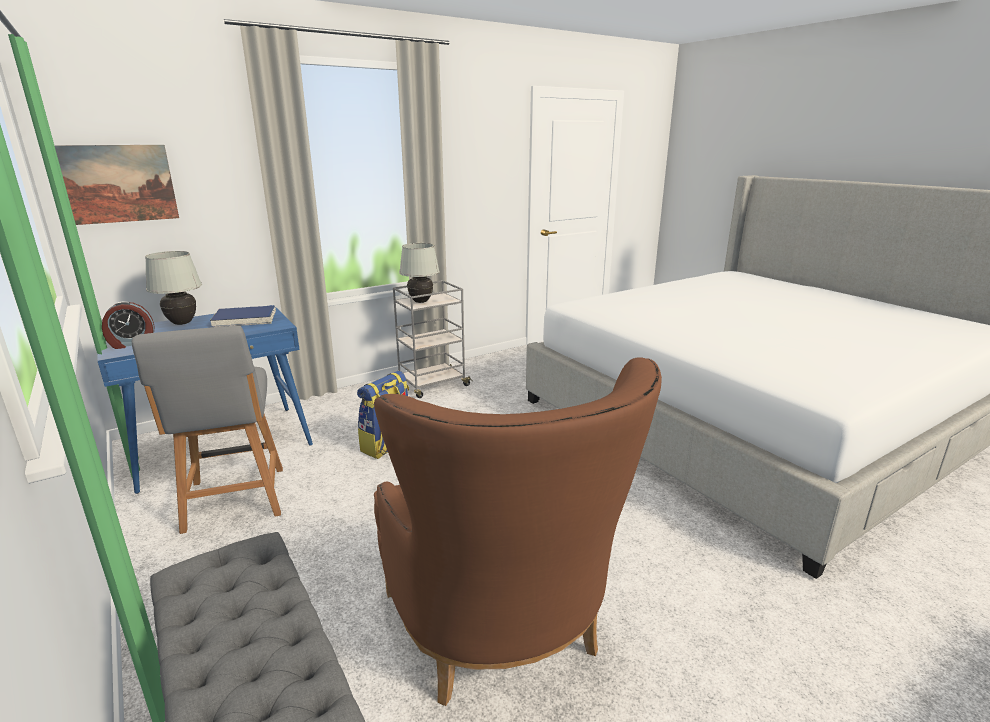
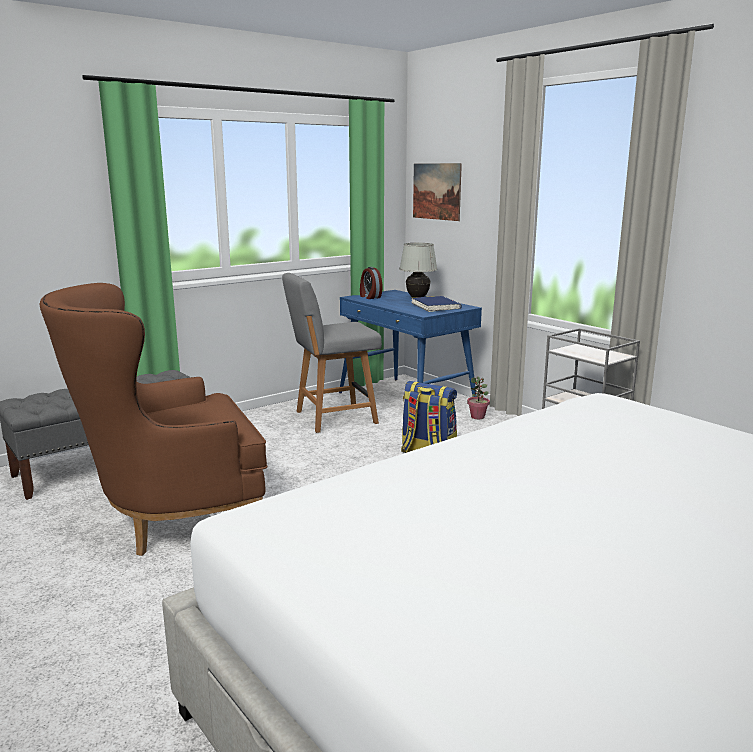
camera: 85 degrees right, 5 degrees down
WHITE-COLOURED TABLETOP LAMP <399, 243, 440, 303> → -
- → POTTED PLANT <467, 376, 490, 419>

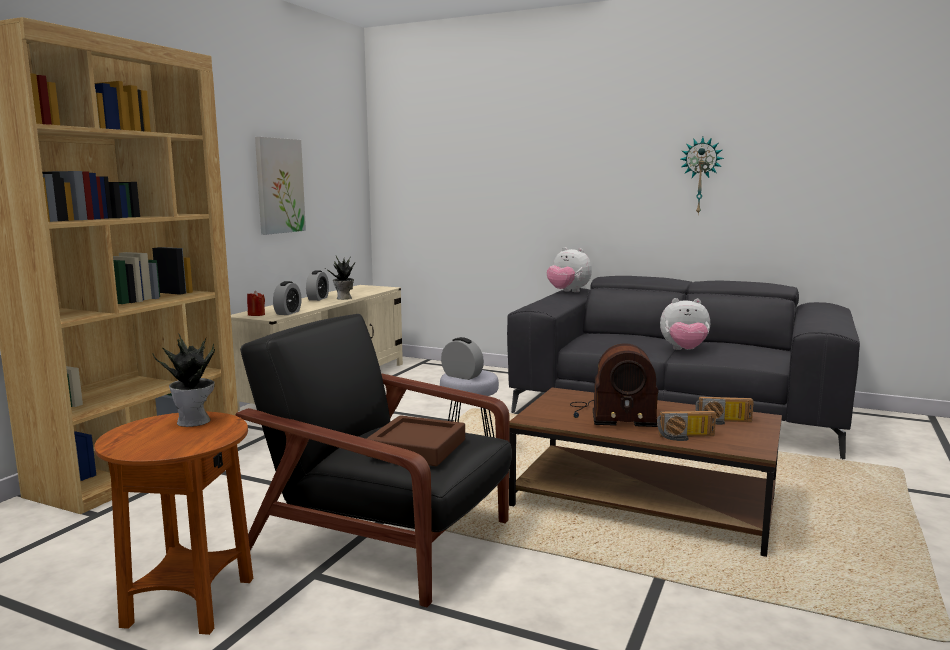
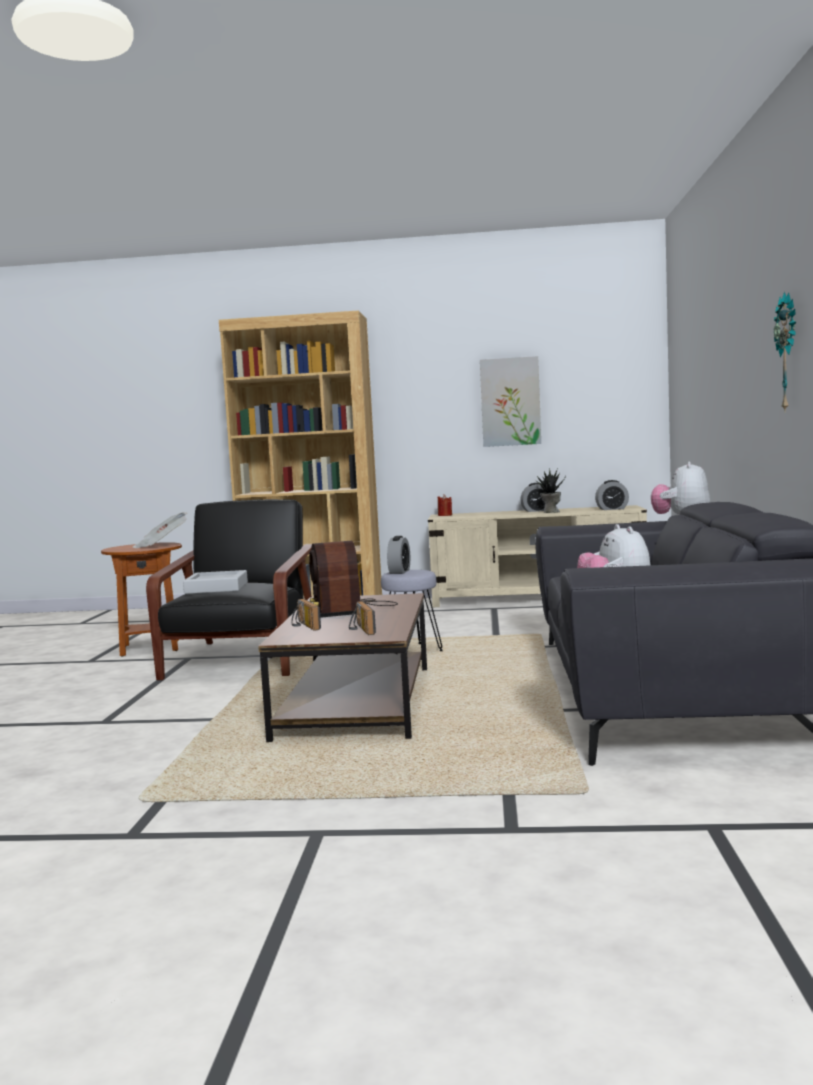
camera: 70 degrees right, 5 degrees down
TABLE CLOCK <273, 281, 301, 315> → TABLE CLOCK <595, 480, 629, 510>, move
POTTED PLANT <153, 333, 215, 427> → DAILY PAPER <133, 512, 187, 548>
BROWN TRAY <366, 415, 465, 466> → GREY TRAY <183, 570, 248, 594>

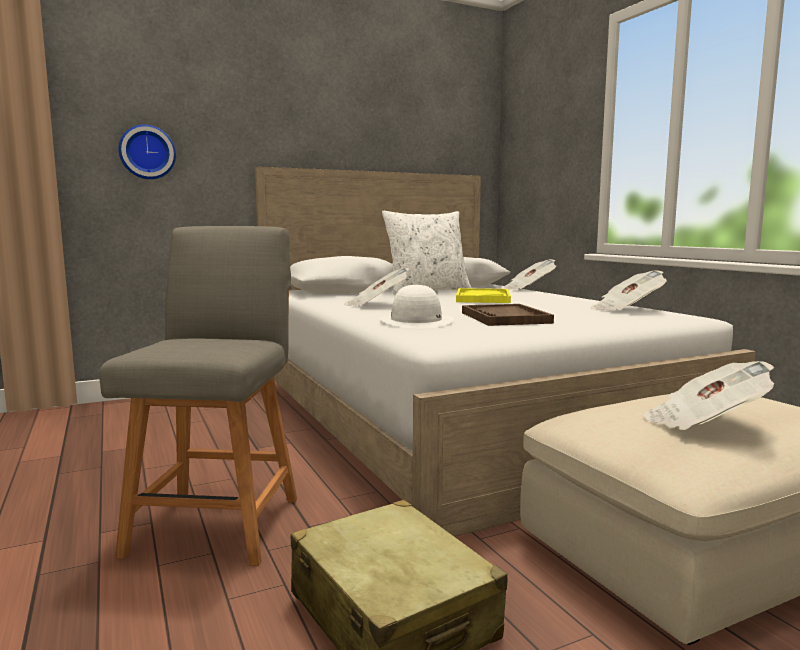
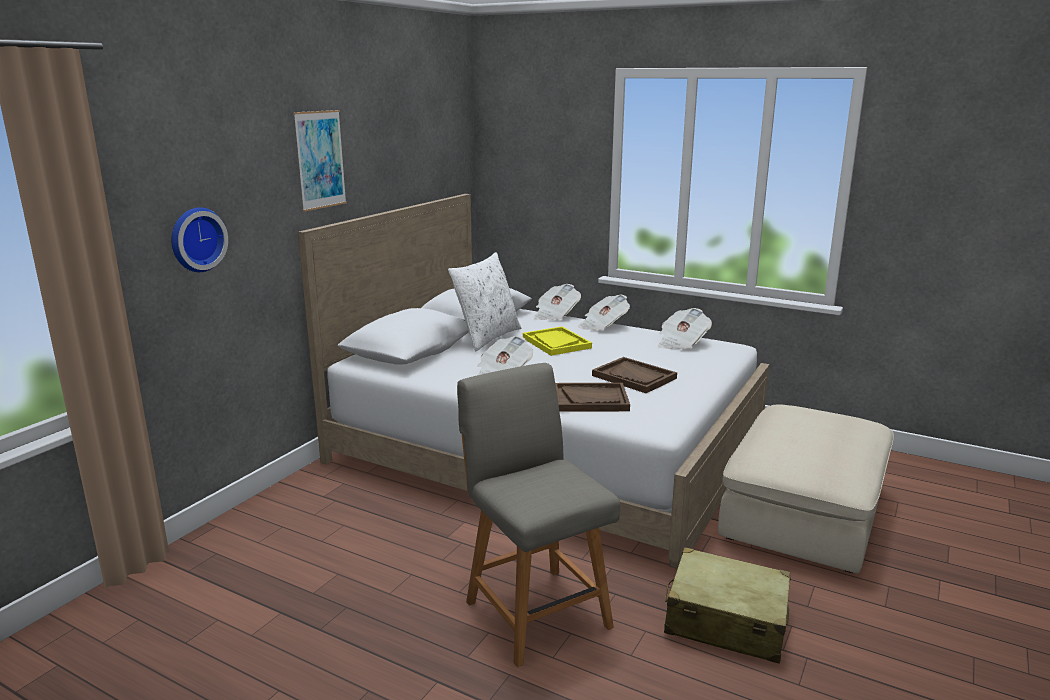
camera: 35 degrees left, 10 degrees up
WHITE-COLOURED CLOTHING HAT <380, 285, 454, 328> → BROWN TRAY <555, 383, 630, 412>
DAILY PAPER <643, 361, 774, 430> → DAILY PAPER <578, 295, 630, 331>, move
- → PICTURE <293, 110, 347, 212>

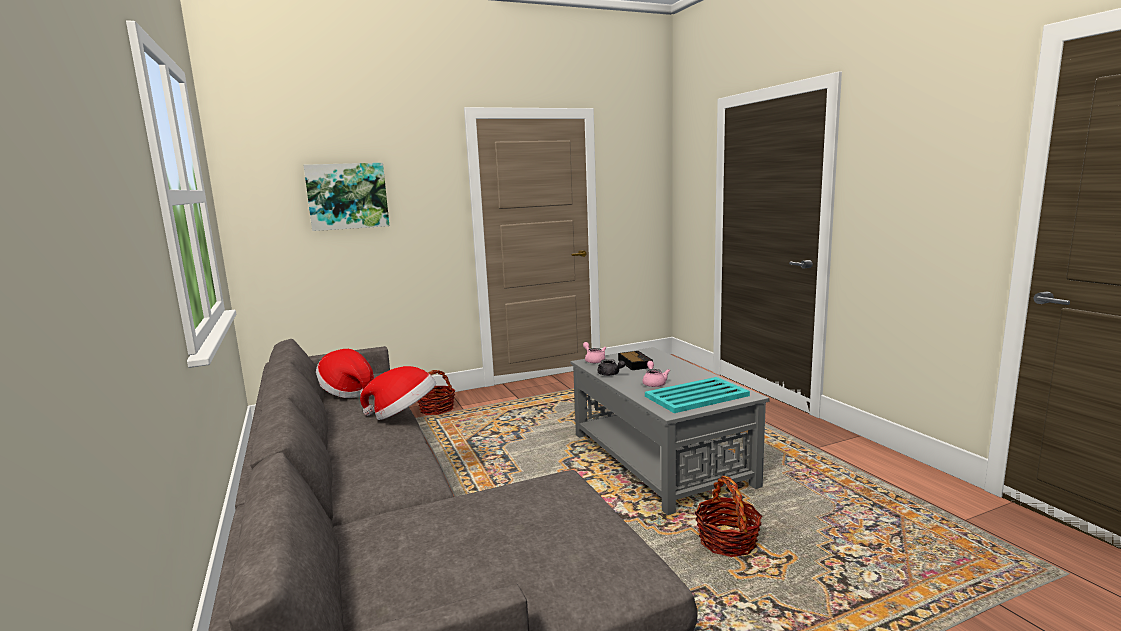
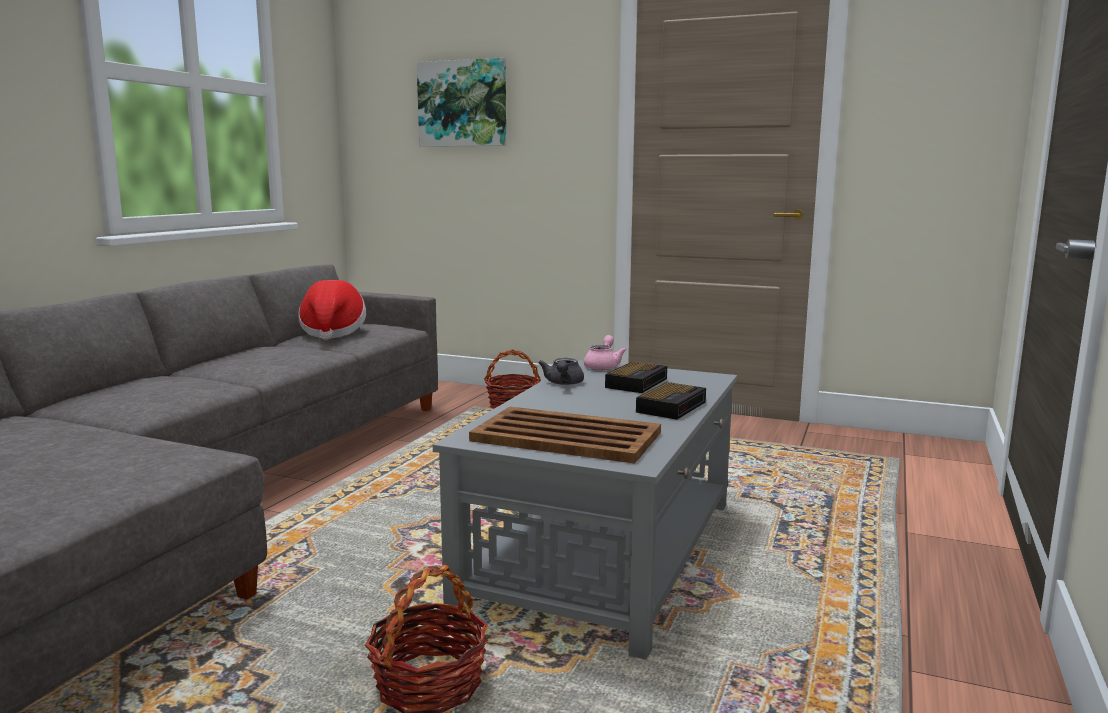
camera: 45 degrees right, 0 degrees up
PINK POT FOR TEA <642, 361, 670, 387> → -
CLOTHING HAT <360, 366, 436, 420> → -
BLUE-GREEN TRAY <645, 377, 750, 413> → BROWN TRAY <469, 406, 661, 463>
- → TABLE CLOCK <636, 382, 706, 420>

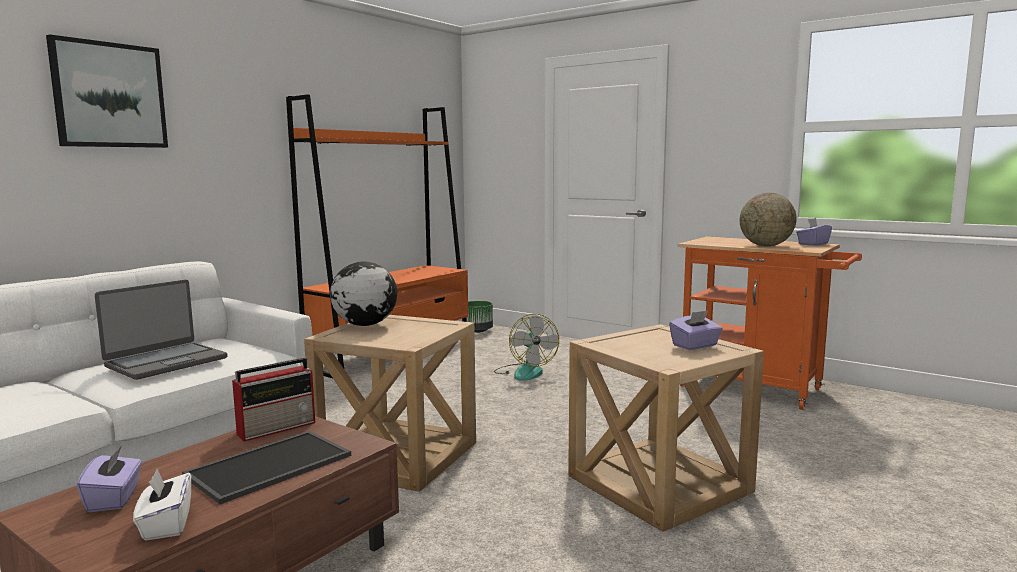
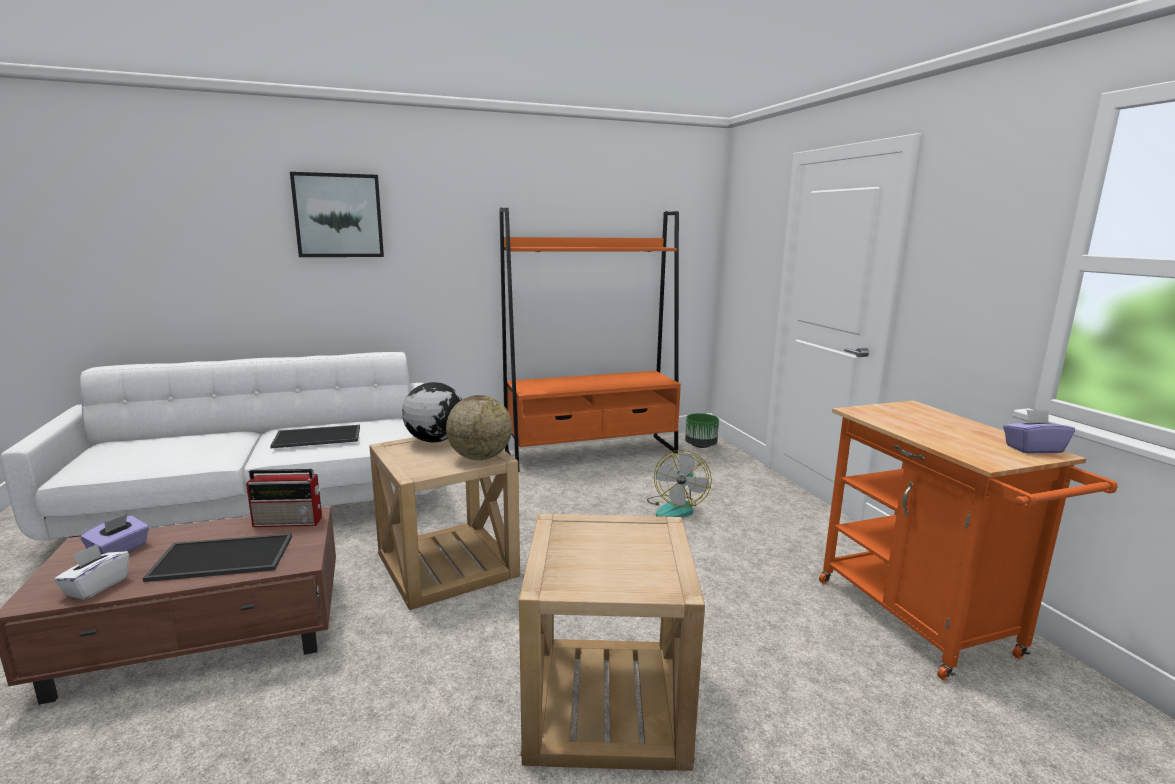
camera: 35 degrees right, 5 degrees up
DESK GLOBE <740, 193, 797, 246> → DESK GLOBE <446, 395, 512, 460>, move
PORTABLE COMPUTER <95, 280, 227, 380> → TRAY <270, 425, 360, 448>
PURPLISH TISSUE HOLDER <669, 311, 723, 350> → -

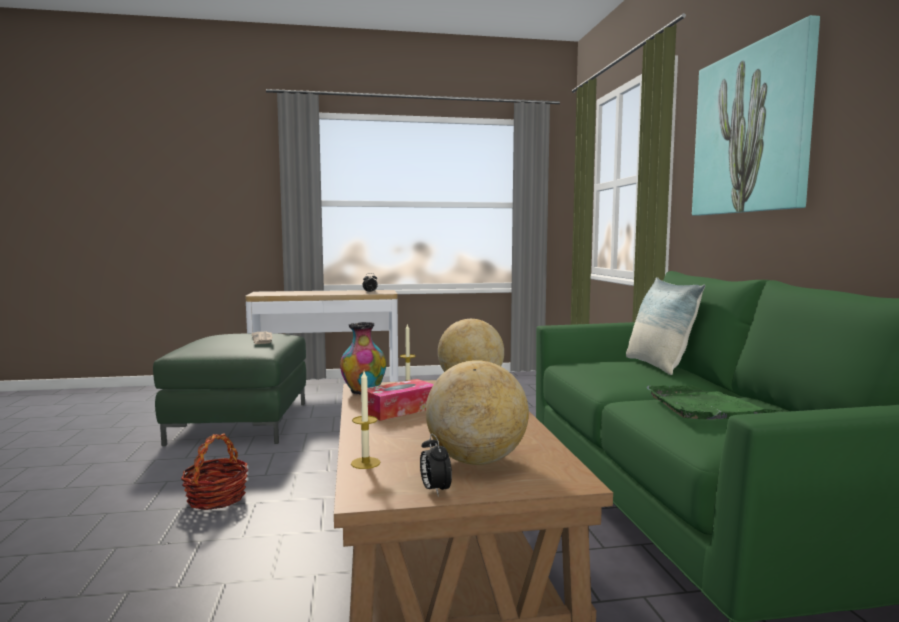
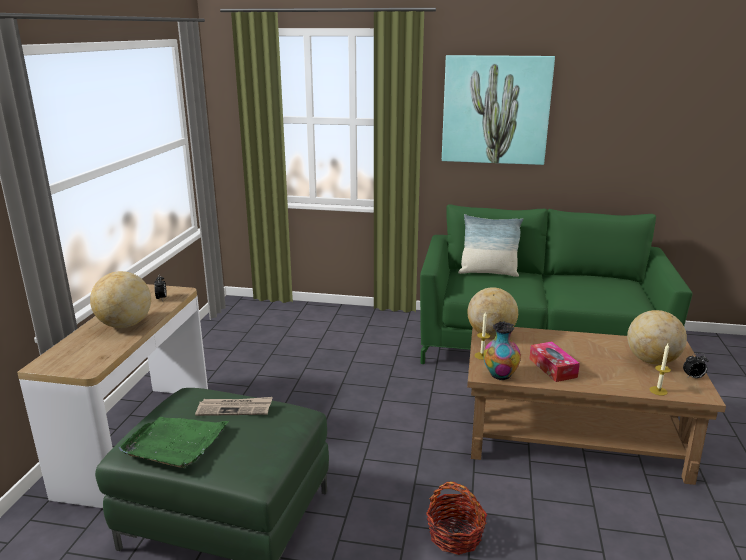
camera: 70 degrees left, 15 degrees up
GREENISH TRAY <646, 385, 780, 420> → GREENISH TRAY <119, 417, 229, 468>, move
- → DESK GLOBE <90, 271, 151, 328>

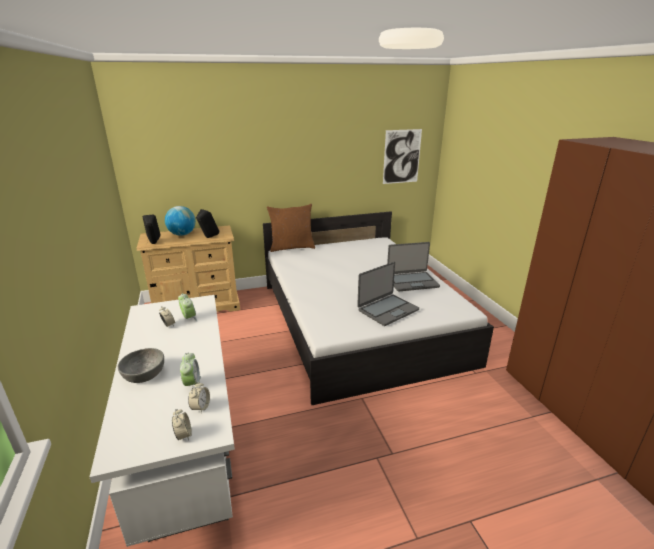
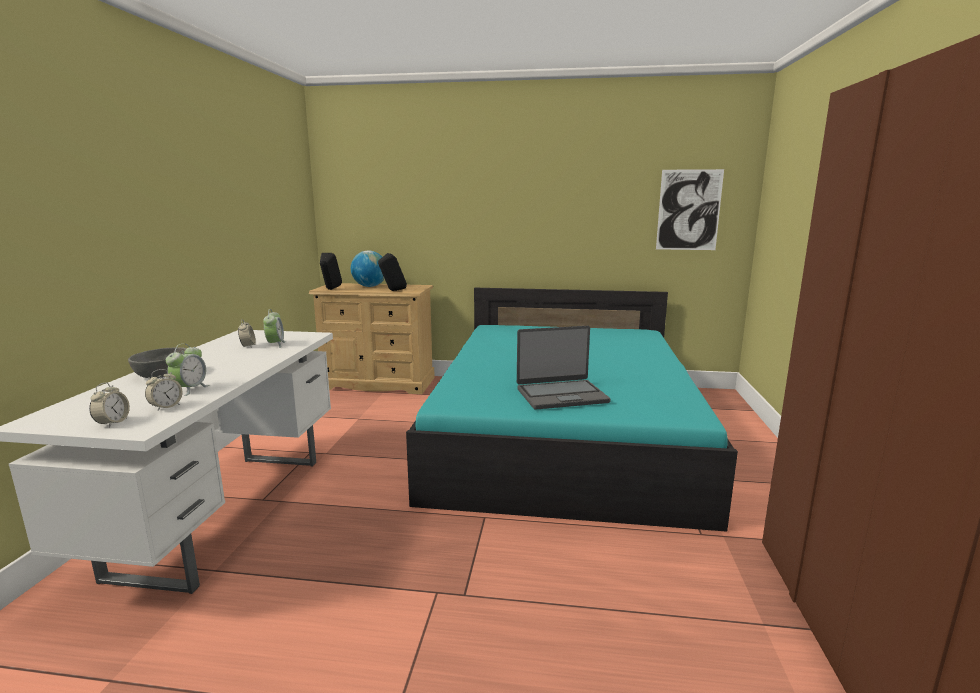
camera: 25 degrees right, 10 degrees down
BROWN PILLOW <267, 204, 315, 252> → -
WHITE-COLOURED SLEEPING BED <263, 211, 494, 405> → BLUE-GREEN SLEEPING BED <406, 288, 738, 532>
PORTABLE COMPUTER <387, 242, 440, 292> → -

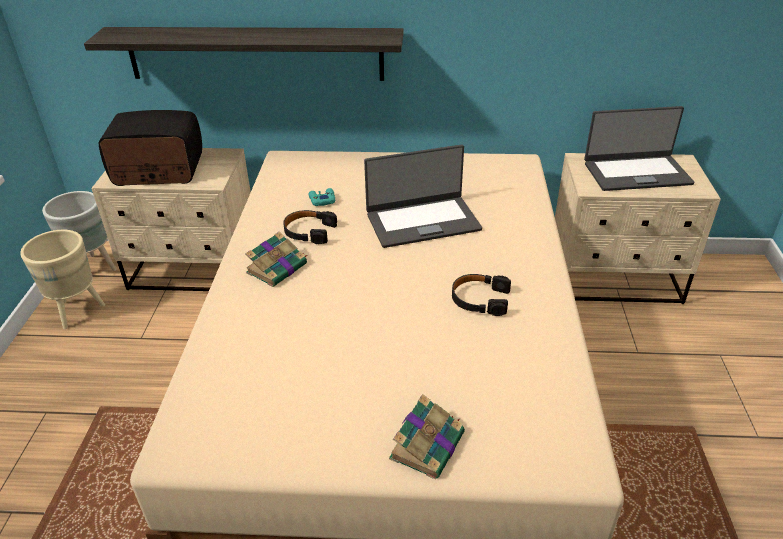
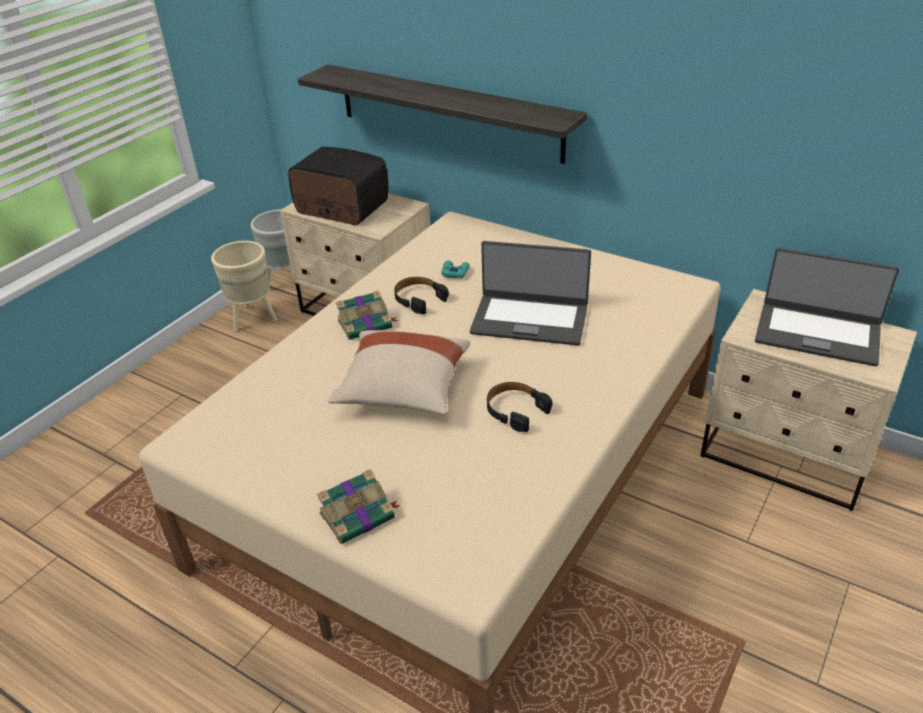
camera: 30 degrees right, 0 degrees up
- → BEIGE-COLOURED PILLOW <328, 330, 470, 415>

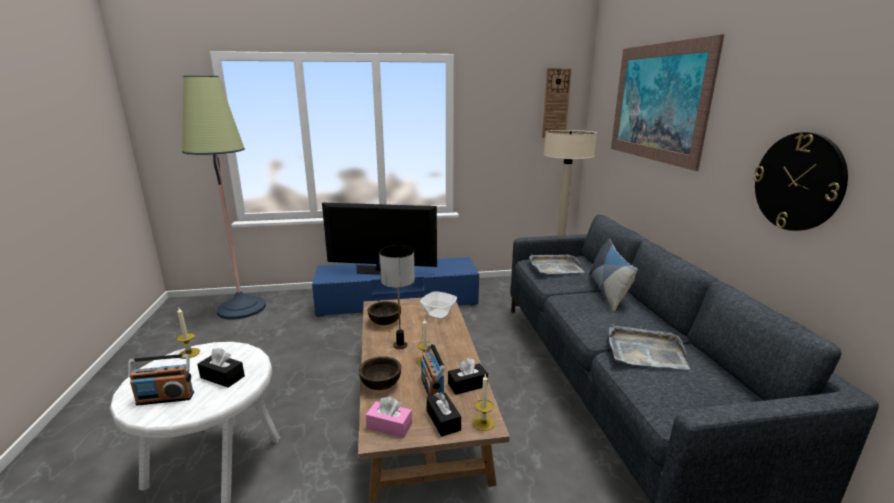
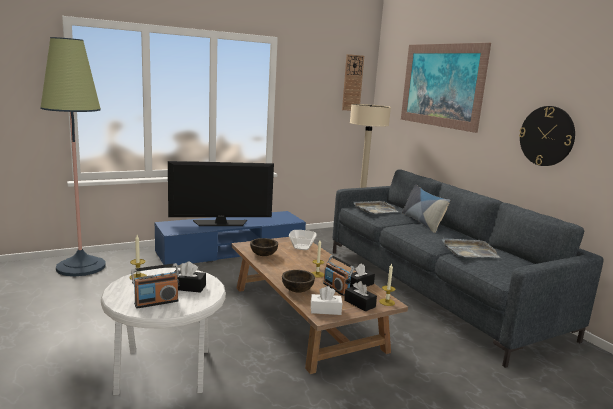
camera: 20 degrees left, 5 degrees down
TABLETOP LAMP <379, 245, 415, 349> → -
PINK TISSUE HOLDER <366, 397, 412, 438> → WHITE-COLOURED TISSUE HOLDER <311, 286, 342, 315>

